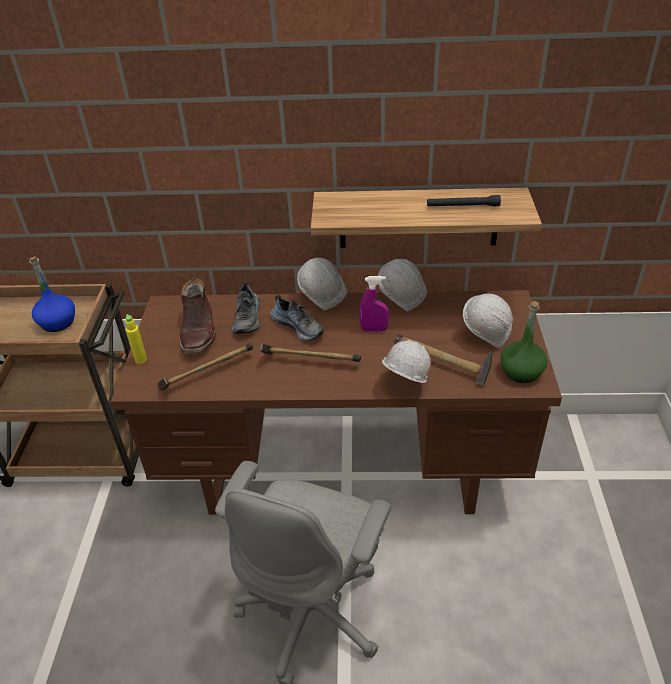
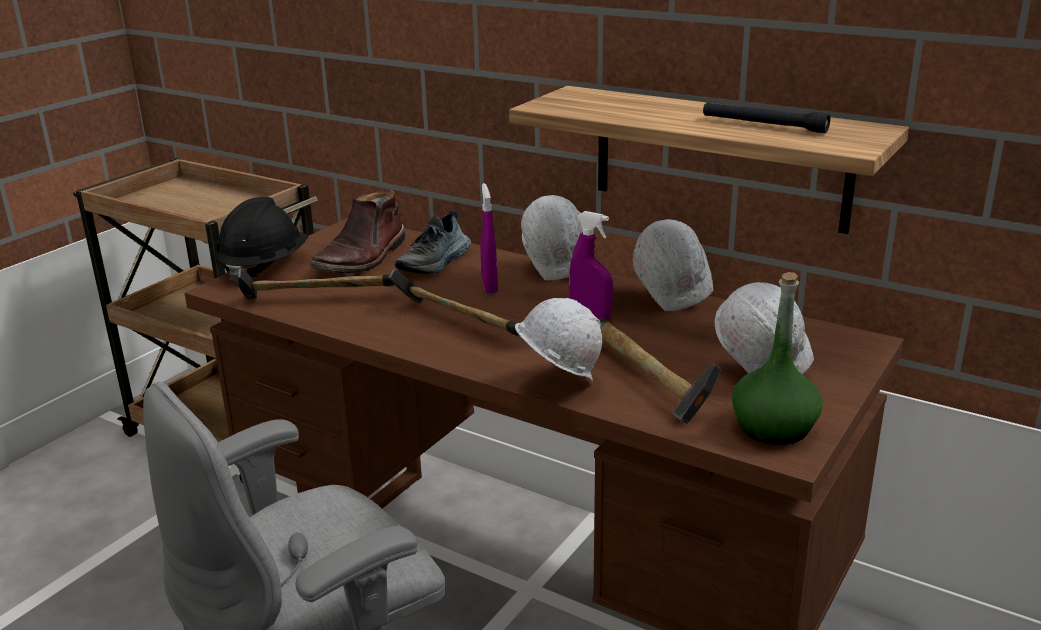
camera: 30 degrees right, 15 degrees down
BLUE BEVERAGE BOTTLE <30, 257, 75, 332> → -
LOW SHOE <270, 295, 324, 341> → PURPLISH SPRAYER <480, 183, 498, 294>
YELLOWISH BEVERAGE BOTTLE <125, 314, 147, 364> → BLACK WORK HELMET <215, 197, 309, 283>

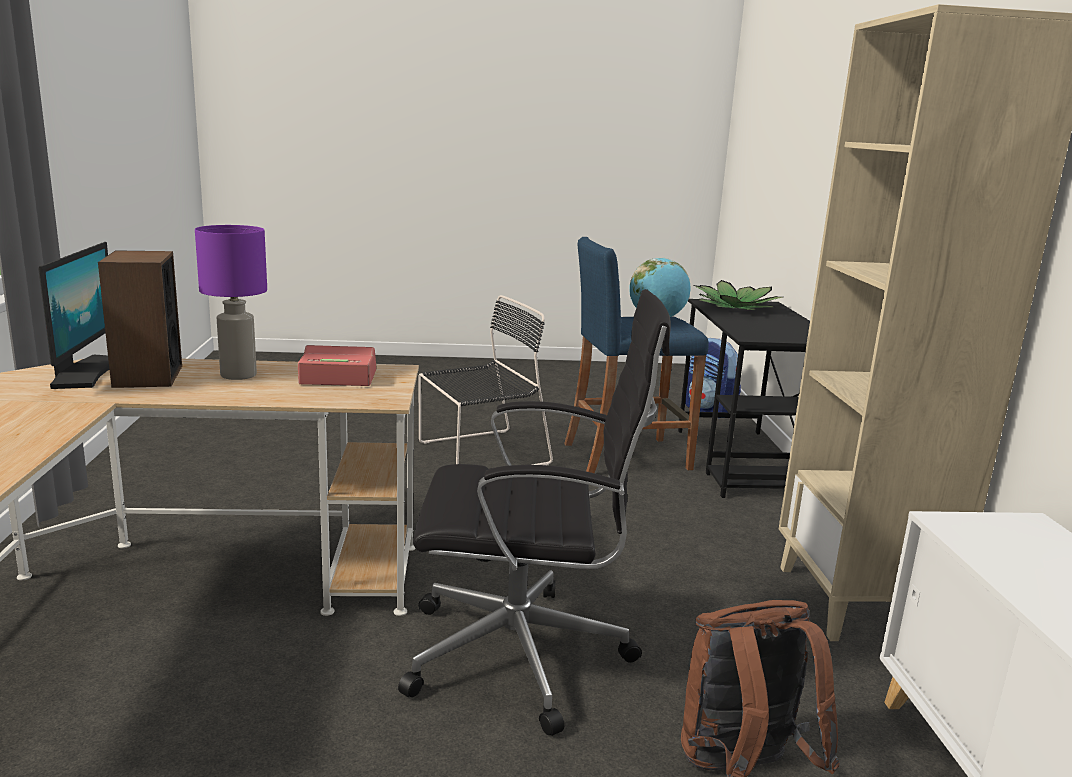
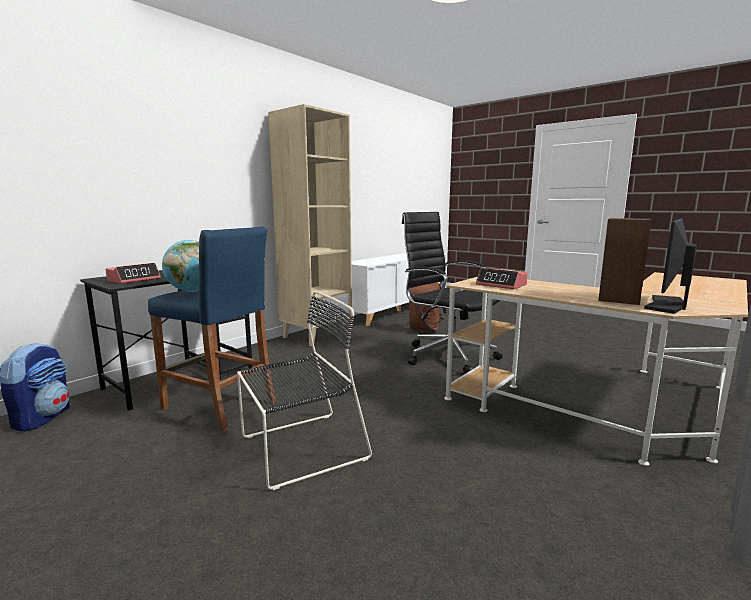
camera: 135 degrees left, 5 degrees down
PURPLISH TABLETOP LAMP <195, 225, 267, 380> → -
POTTED PLANT <693, 280, 783, 310> → TABLE CLOCK <106, 263, 161, 284>
BLACK CHAIR <418, 295, 553, 465> → BLACK CHAIR <237, 291, 372, 490>, 135 degrees clockwise

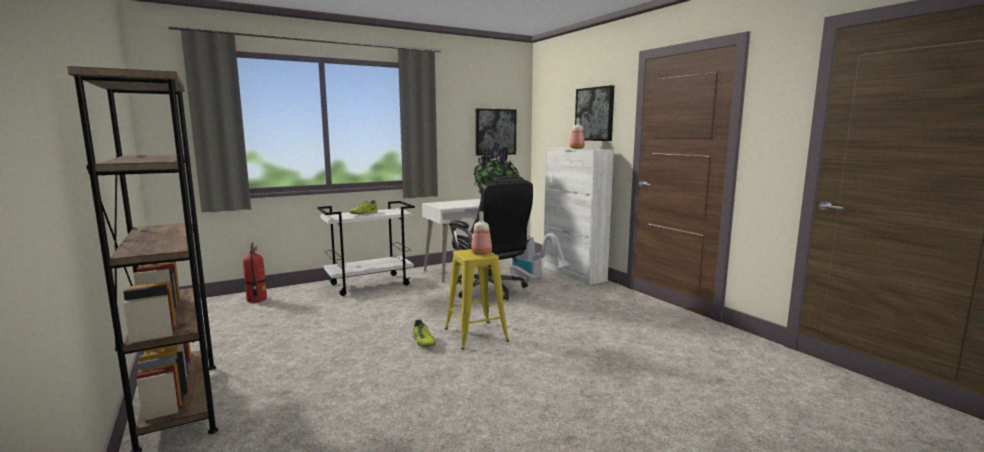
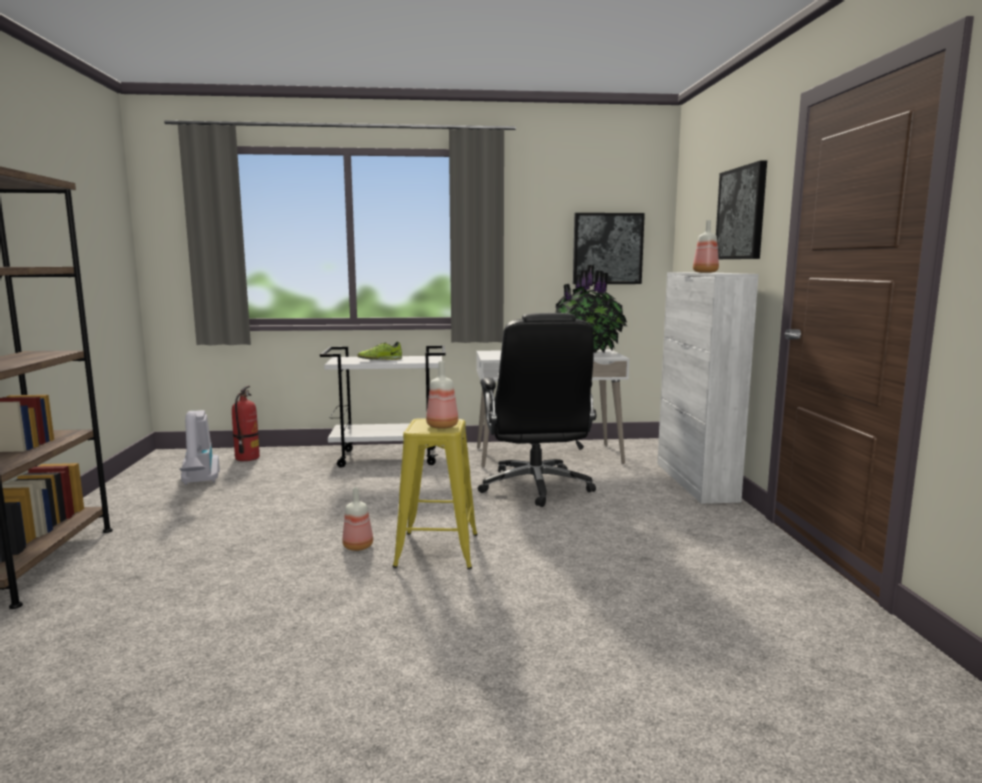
camera: 25 degrees right, 0 degrees up
HOOVER <510, 233, 571, 281> → HOOVER <180, 410, 220, 485>, move
LOW SHOE <413, 320, 436, 347> → BEVERAGE BOTTLE <342, 487, 373, 551>

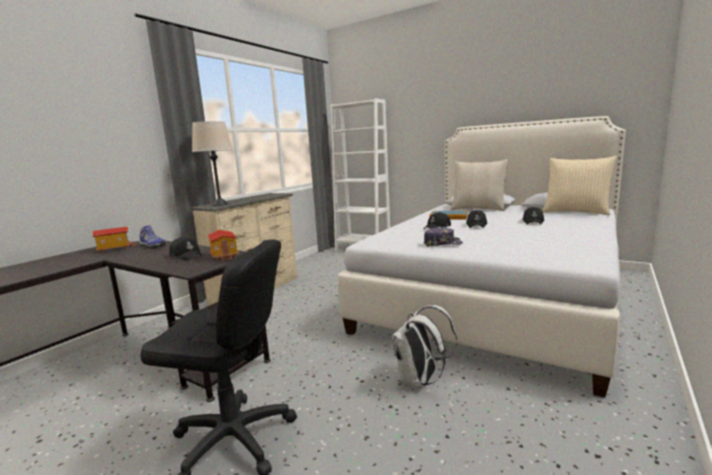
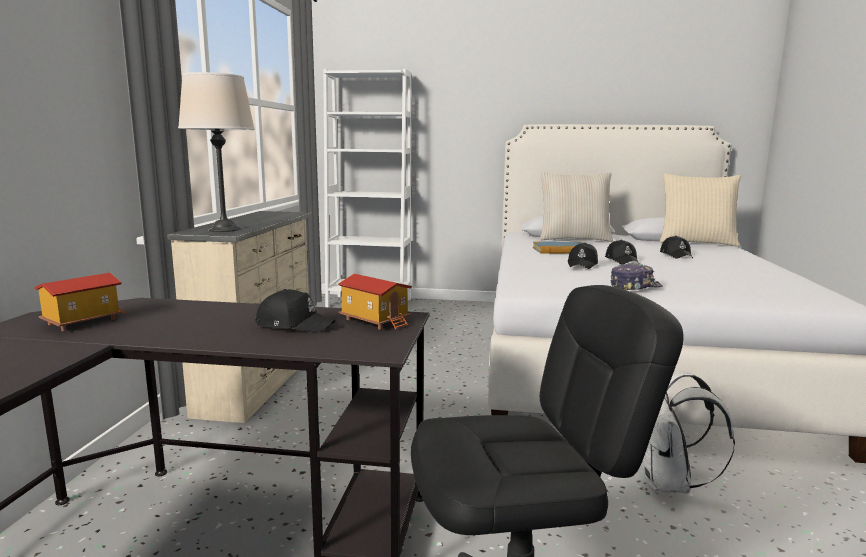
camera: 25 degrees left, 0 degrees up
LOW SHOE <140, 225, 166, 248> → -

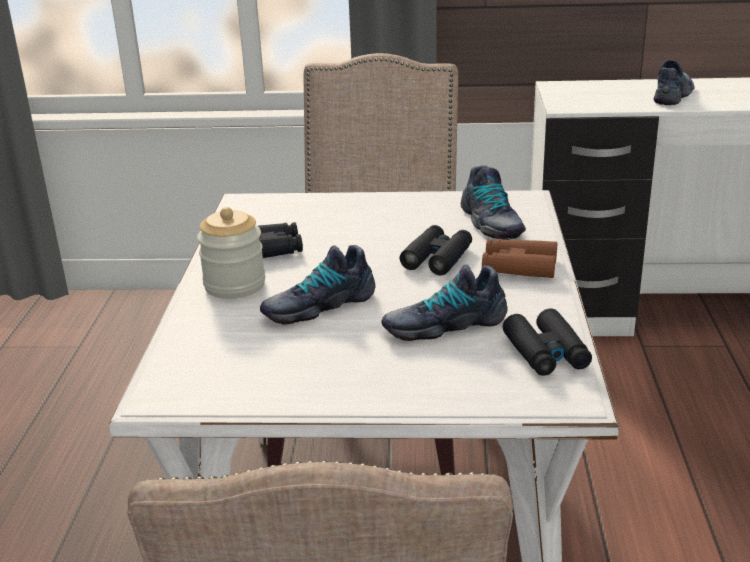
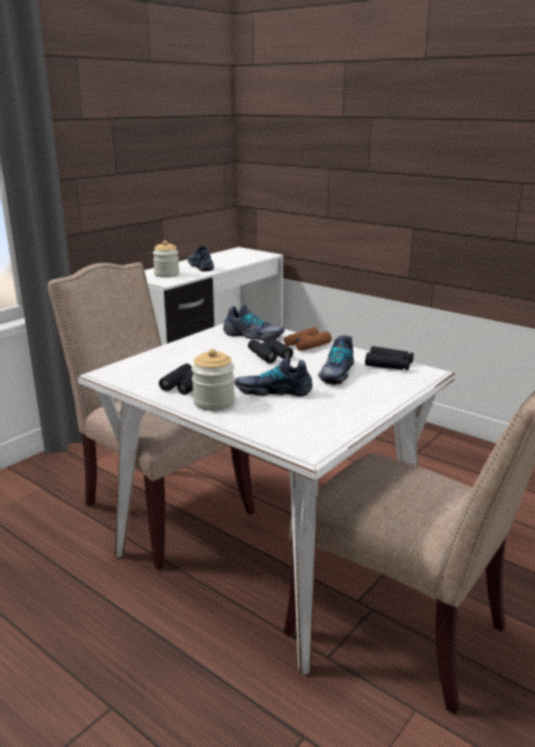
camera: 55 degrees left, 5 degrees down
LOW SHOE <260, 245, 375, 325> → LOW SHOE <234, 356, 313, 397>, 90 degrees clockwise
- → STORAGE JAR <153, 241, 179, 278>

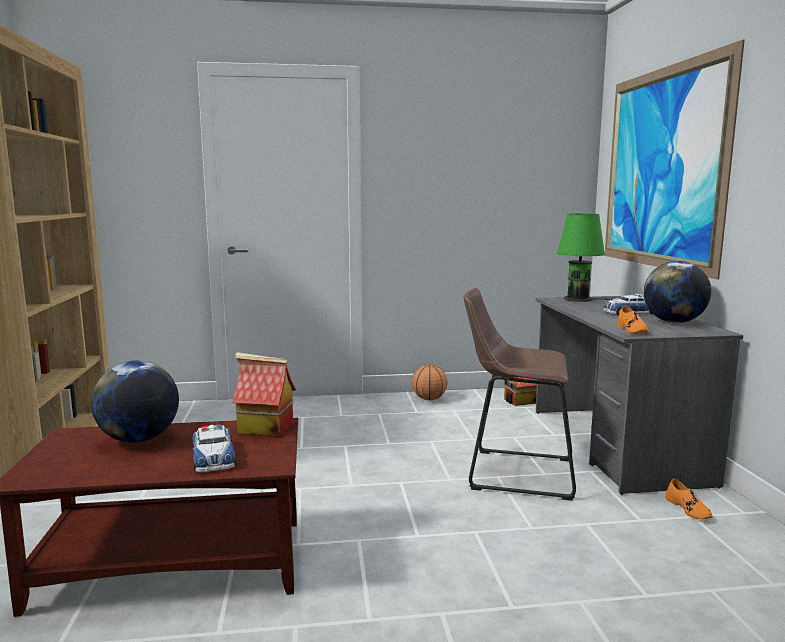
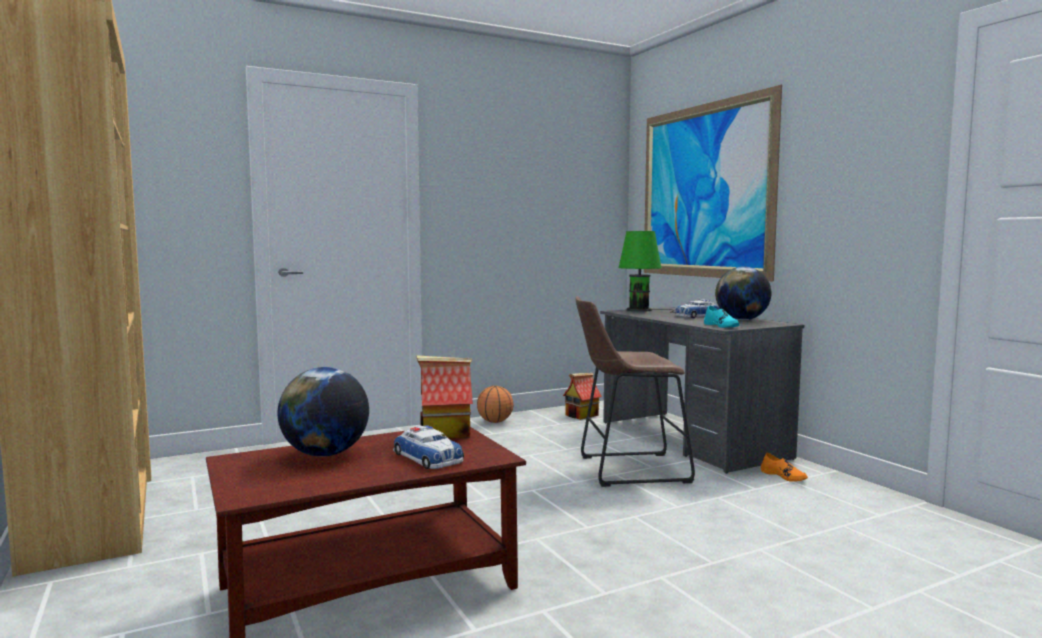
camera: 20 degrees left, 5 degrees down
ORANGEY LOW SHOE <617, 305, 649, 333> → BLUE-GREEN LOW SHOE <704, 305, 740, 328>

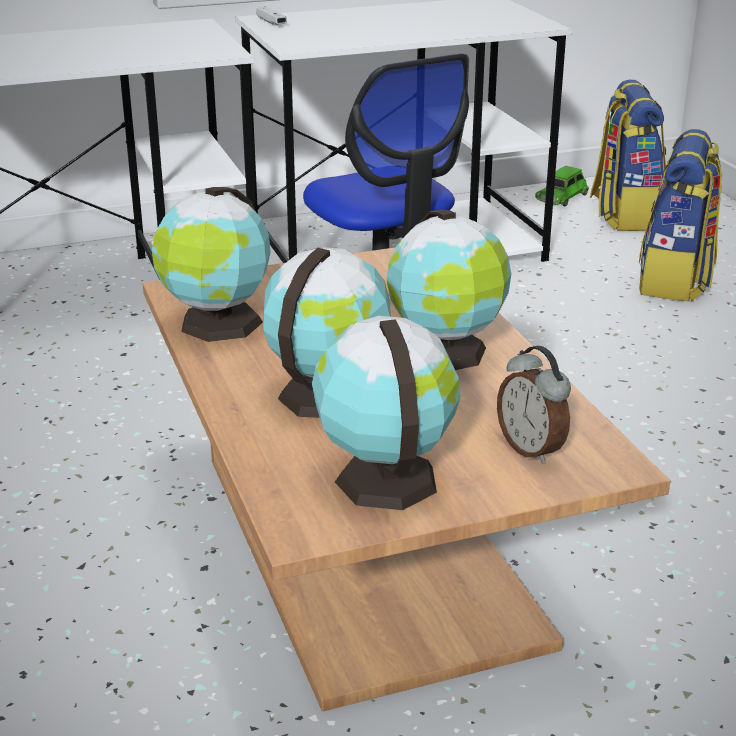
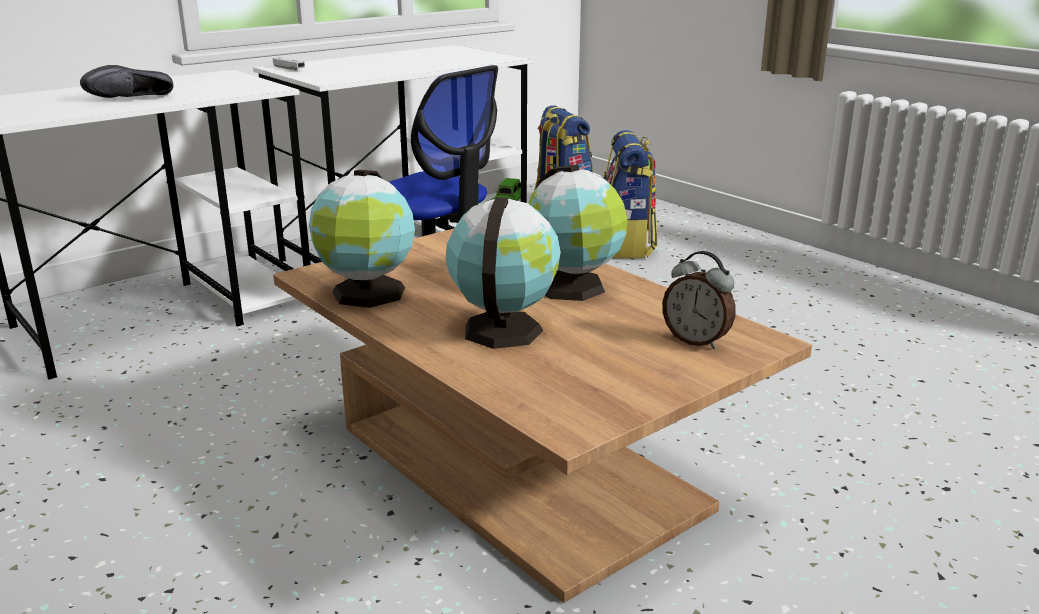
camera: 20 degrees left, 5 degrees down
DESK GLOBE <312, 316, 461, 510> → -
- → BLACK LOW SHOE <80, 65, 173, 98>

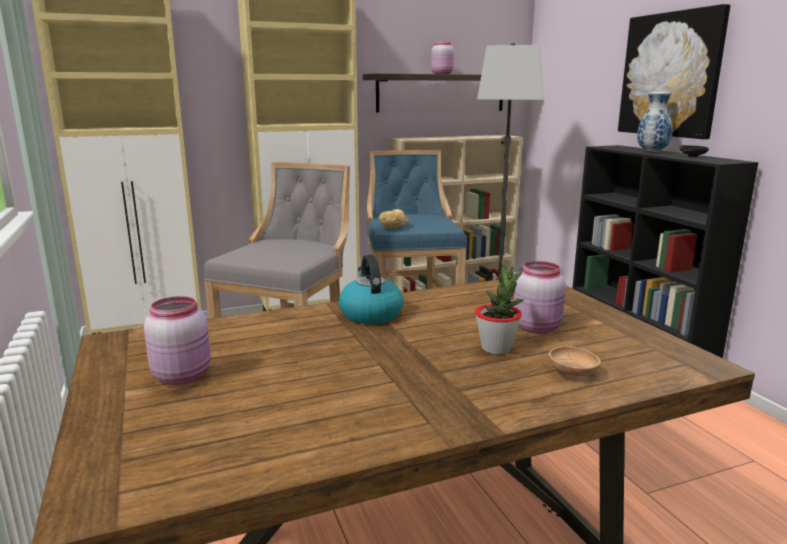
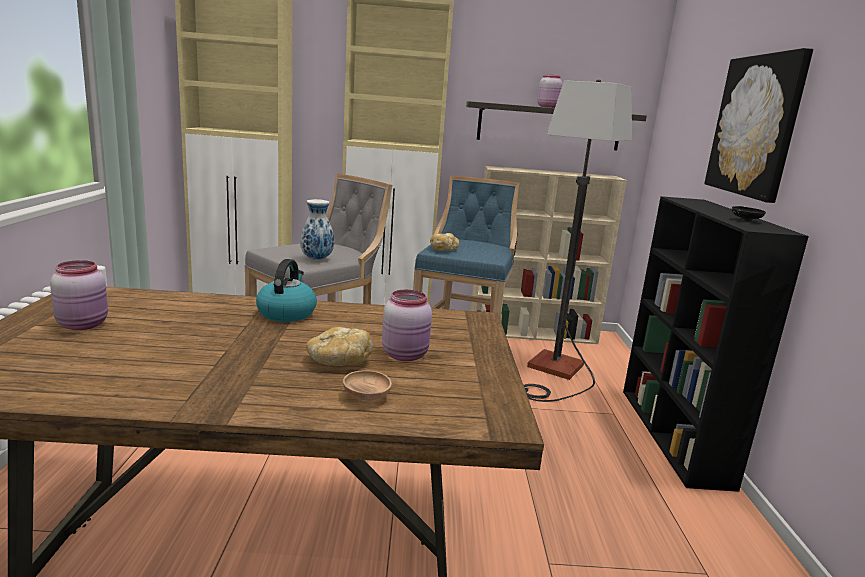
camera: 20 degrees right, 0 degrees up
FLOWER VASE <637, 92, 673, 152> → FLOWER VASE <300, 199, 334, 260>, move
POTTED PLANT <475, 265, 523, 354> → BAKED BREAD <306, 327, 373, 366>

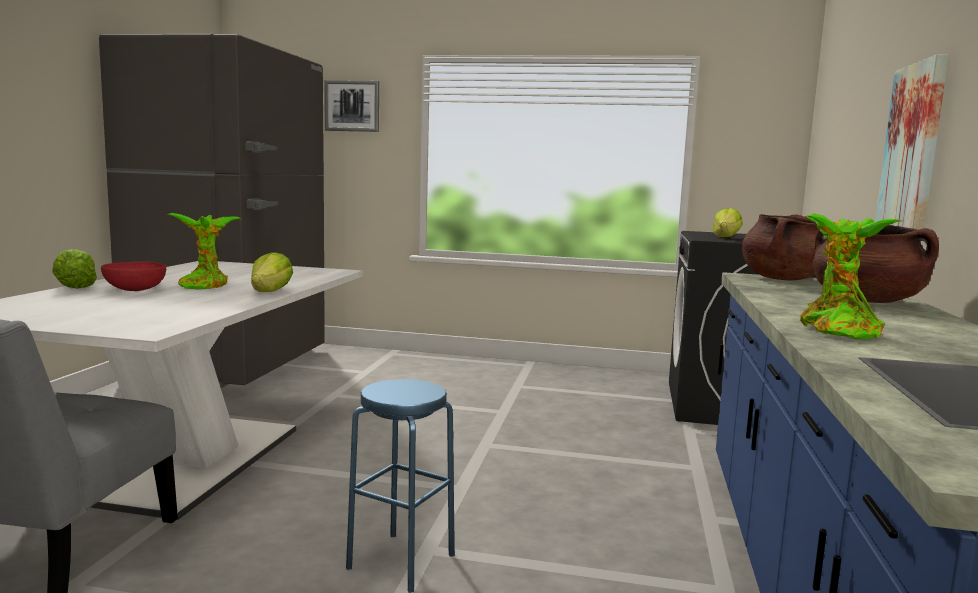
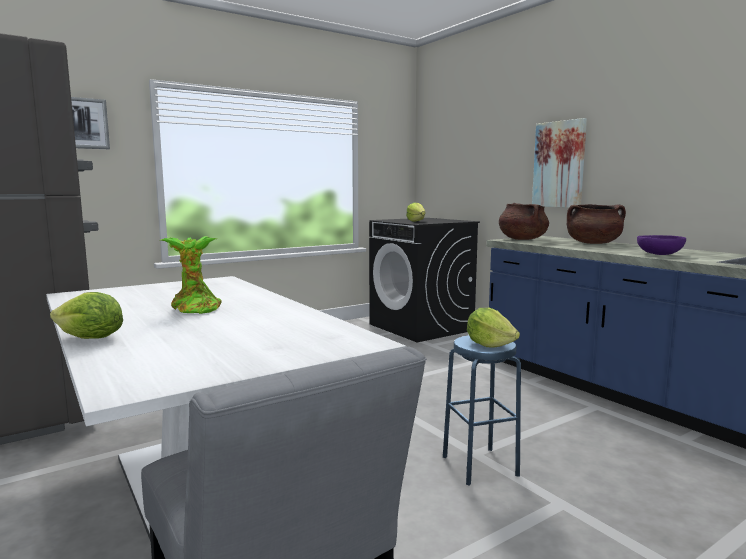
camera: 45 degrees left, 0 degrees up
POTTED PLANT <800, 213, 902, 339> → PURPLISH BOWL <637, 235, 686, 255>
LETTUCE HEAD <251, 252, 293, 292> → LETTUCE HEAD <467, 308, 520, 348>, move
RED-COLOURED BOWL <101, 261, 166, 291> → -

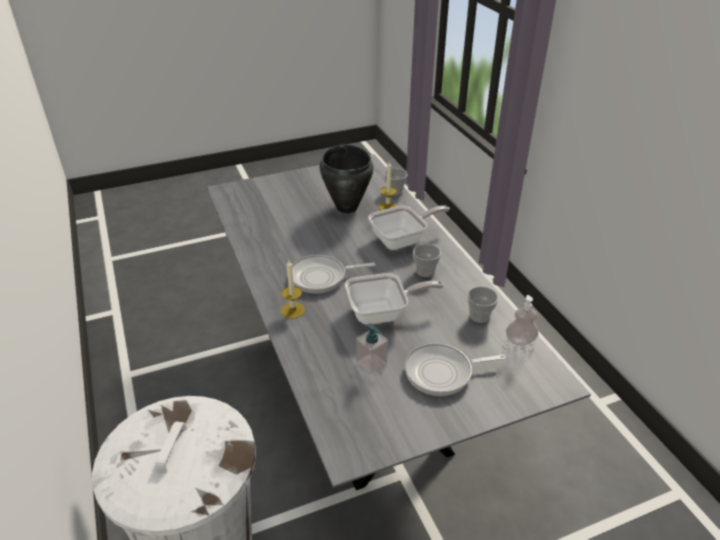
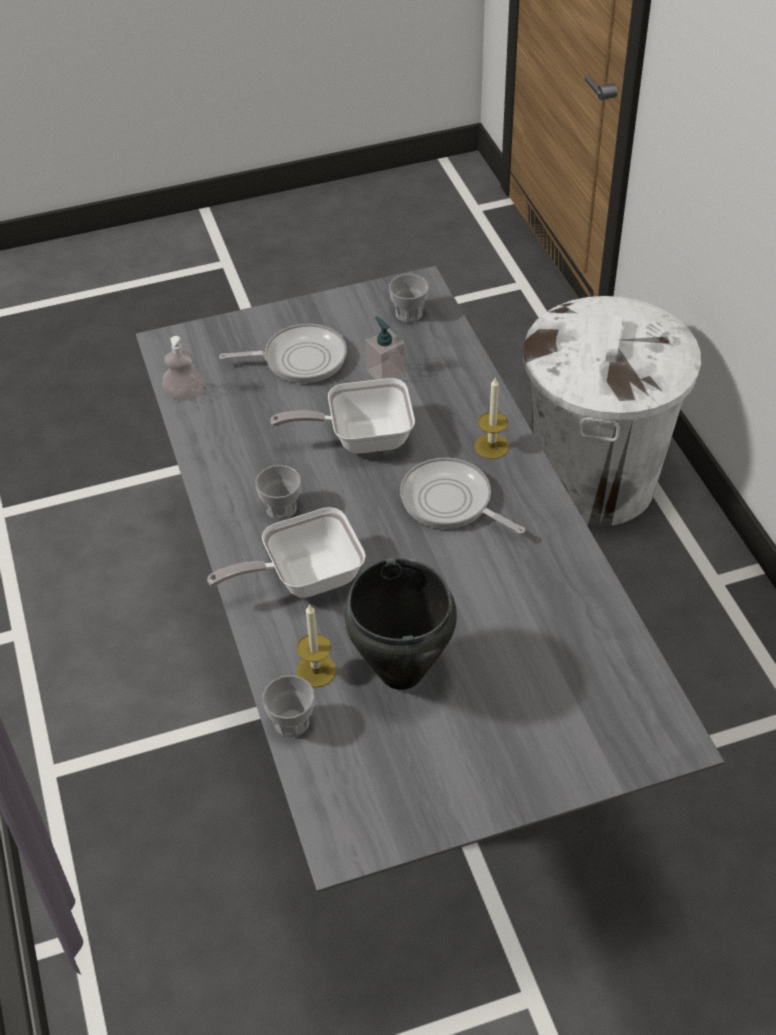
camera: 175 degrees left, 10 degrees up
FRYING PAN <292, 255, 375, 294> → FRYING PAN <400, 458, 525, 534>, 135 degrees counterclockwise
CUP <467, 286, 499, 323> → CUP <389, 274, 429, 322>, move

